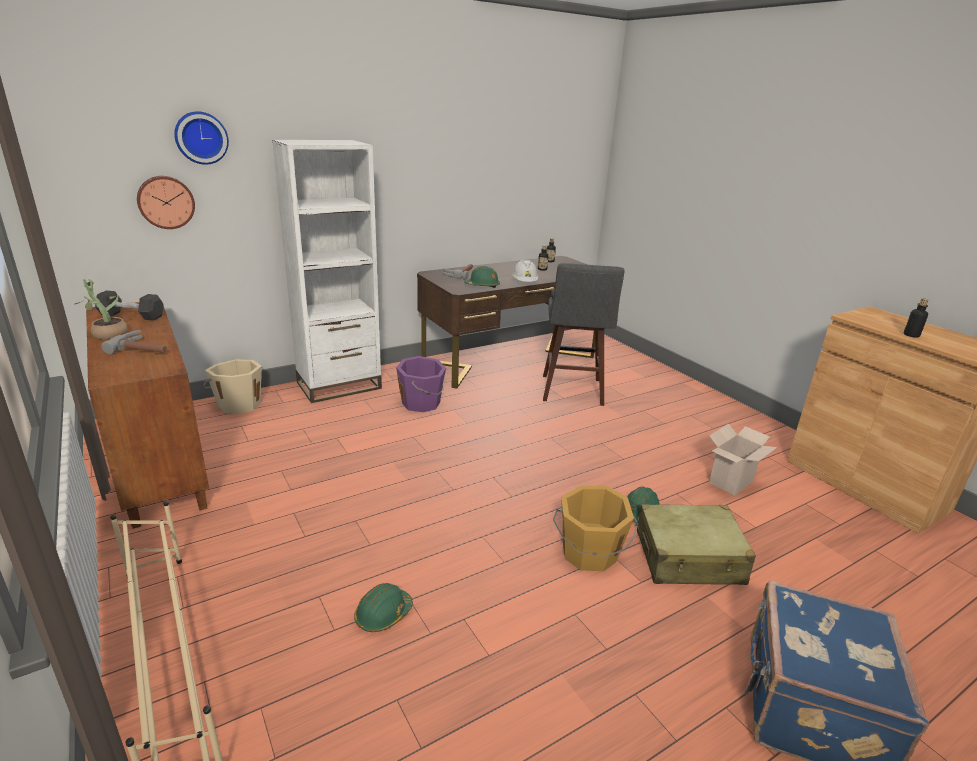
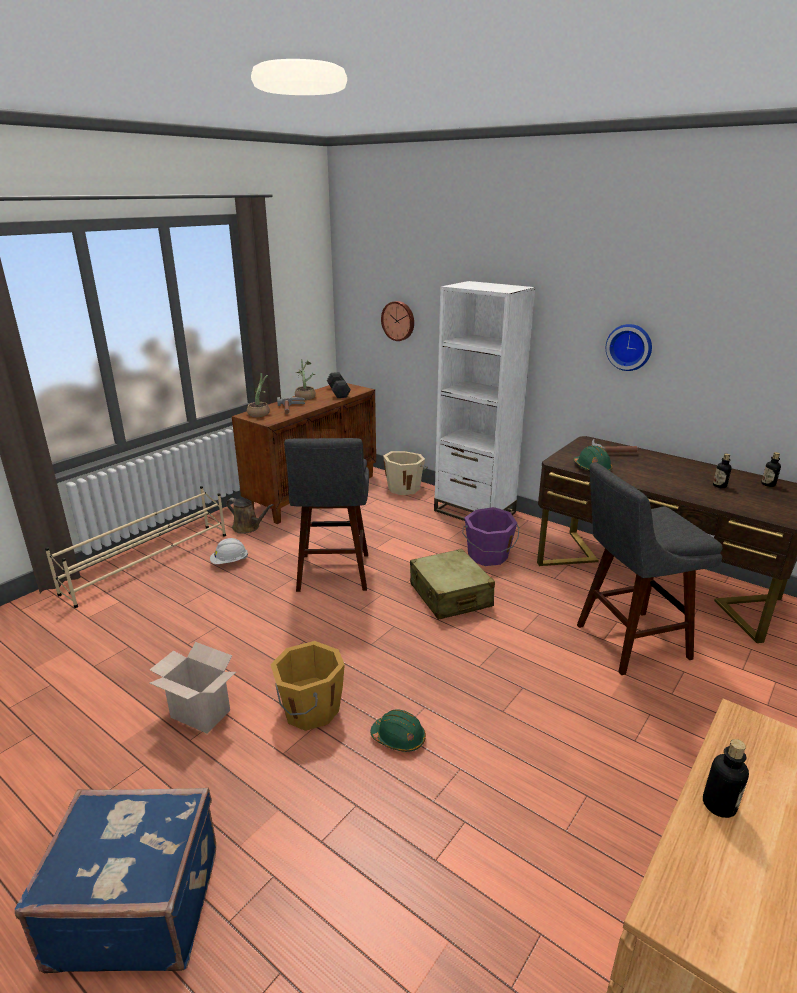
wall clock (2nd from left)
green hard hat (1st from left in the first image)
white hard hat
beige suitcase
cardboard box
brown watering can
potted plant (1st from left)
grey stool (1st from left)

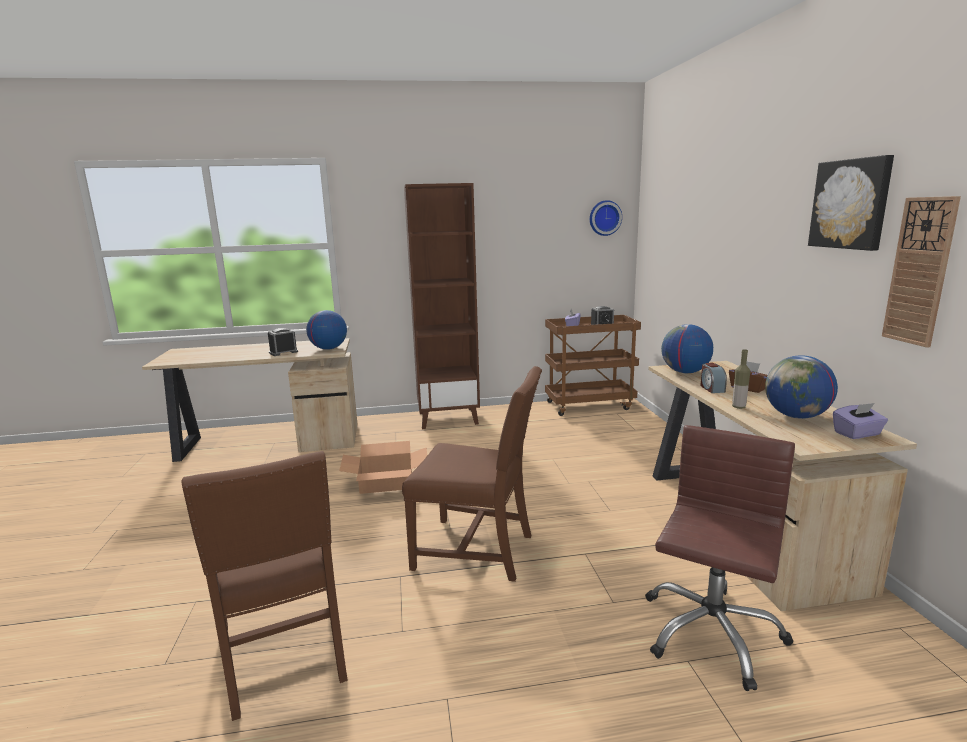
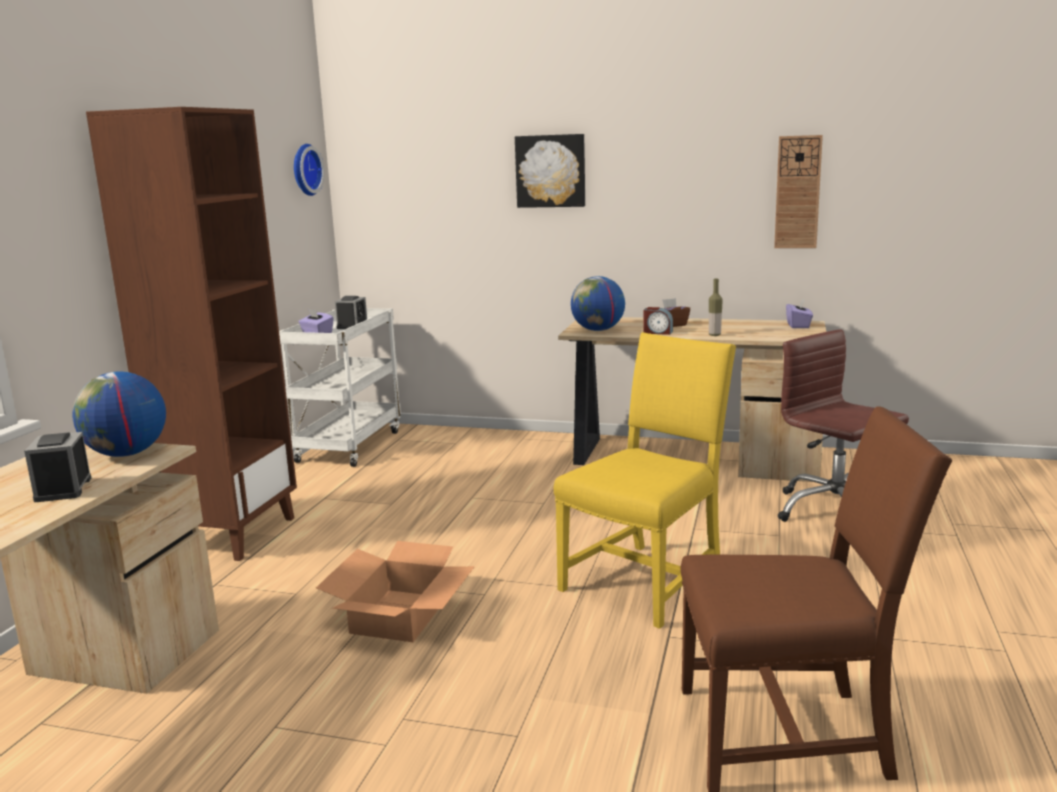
yellow chair
white cart
globe (3rd from left in the first image)
picture

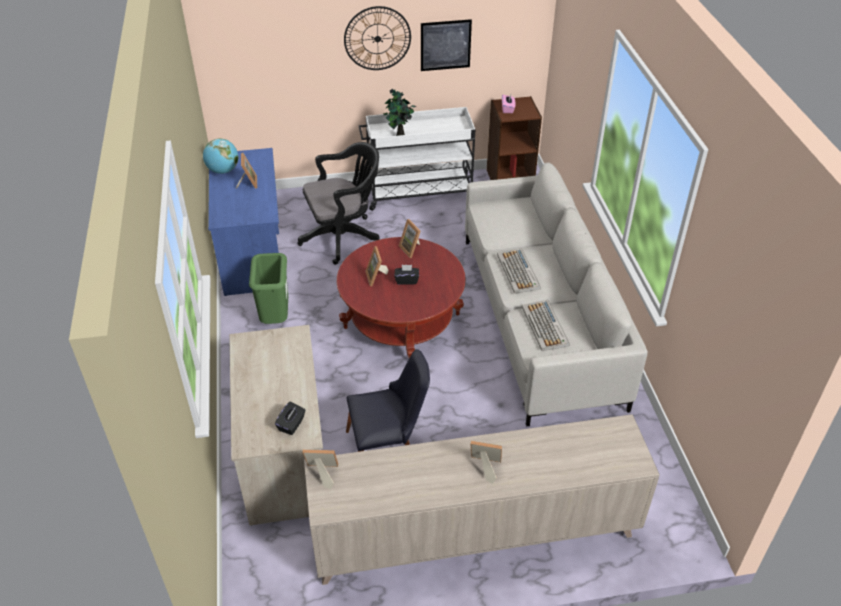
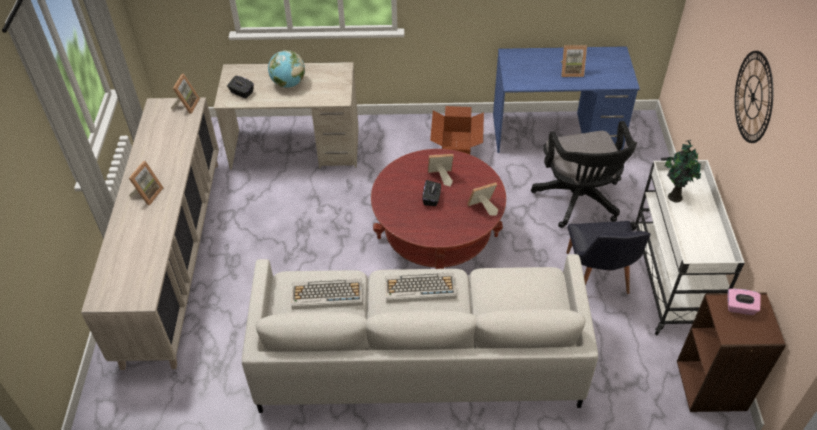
globe
cardboard box
black chair
picture

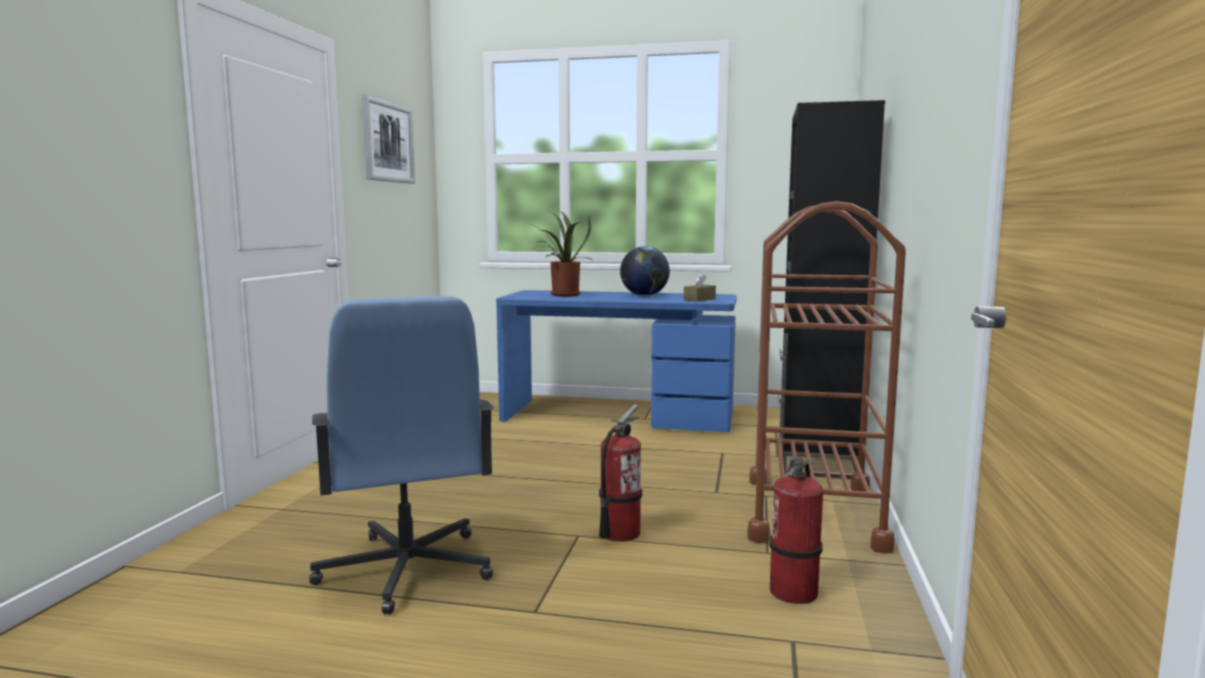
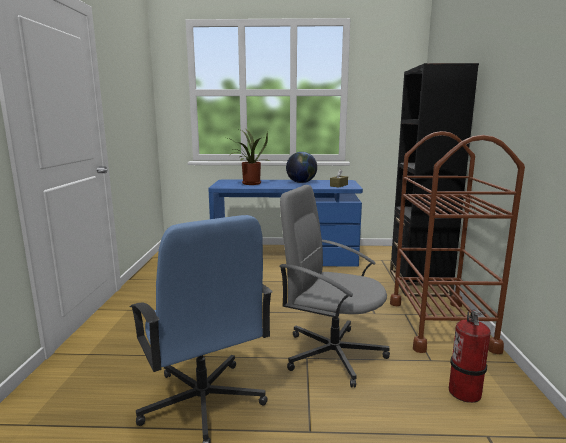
picture
grey office chair

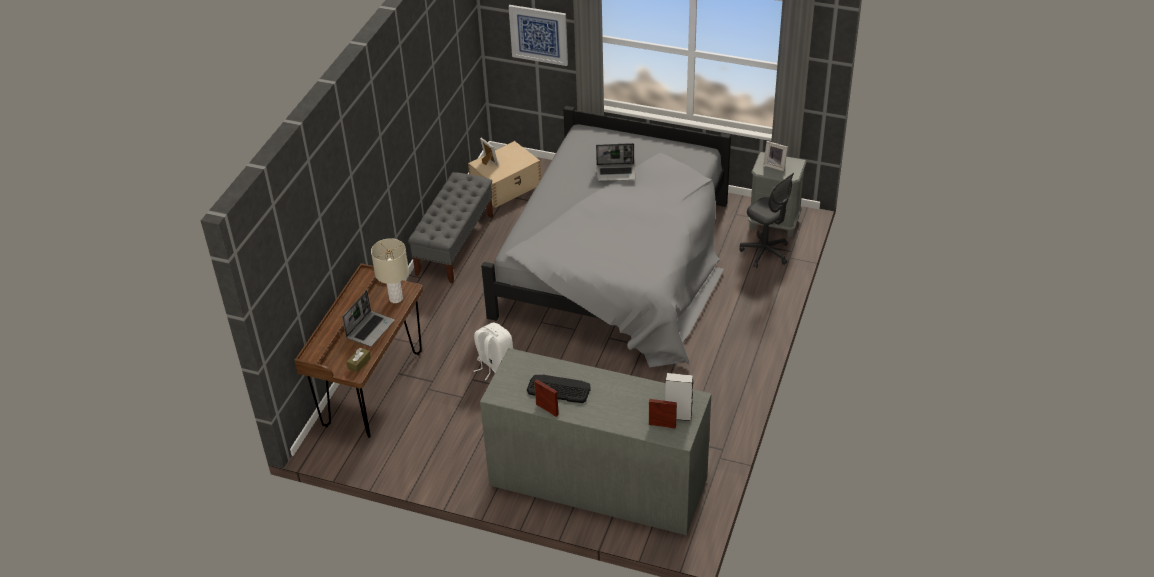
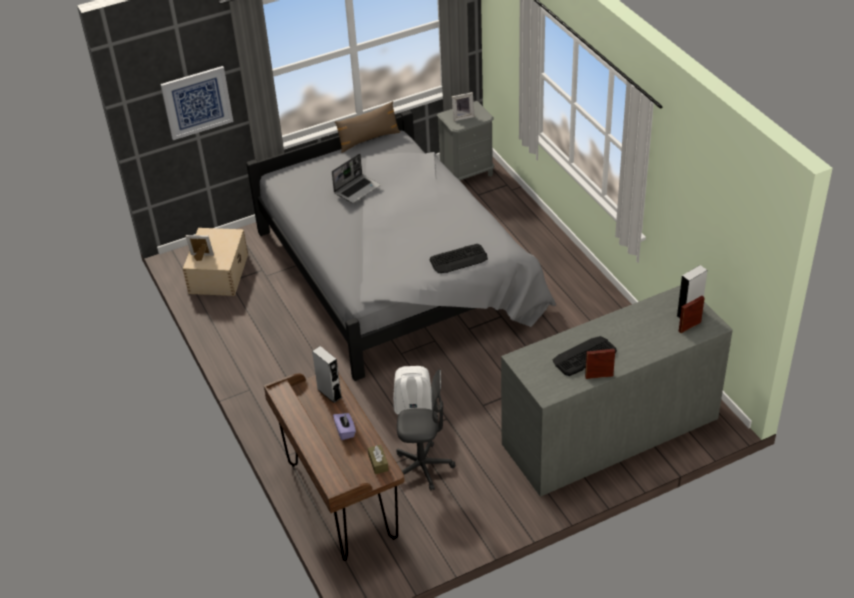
purple tissue box
grey speaker (1st from left)
grey bench
grey office chair
brown pillow
keyboard (1st from left)

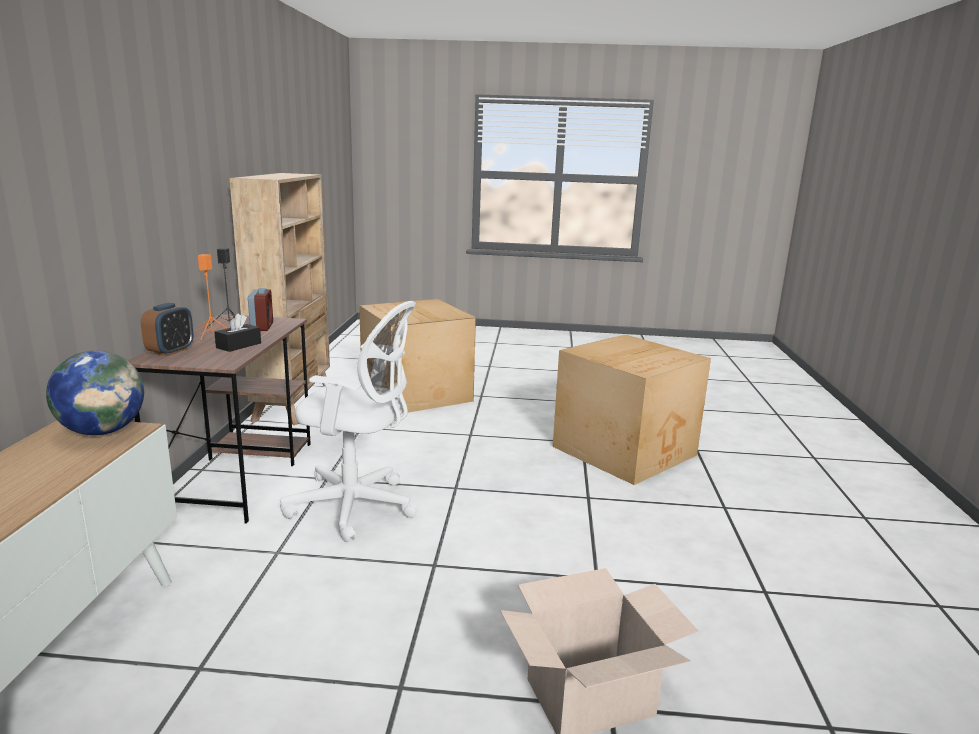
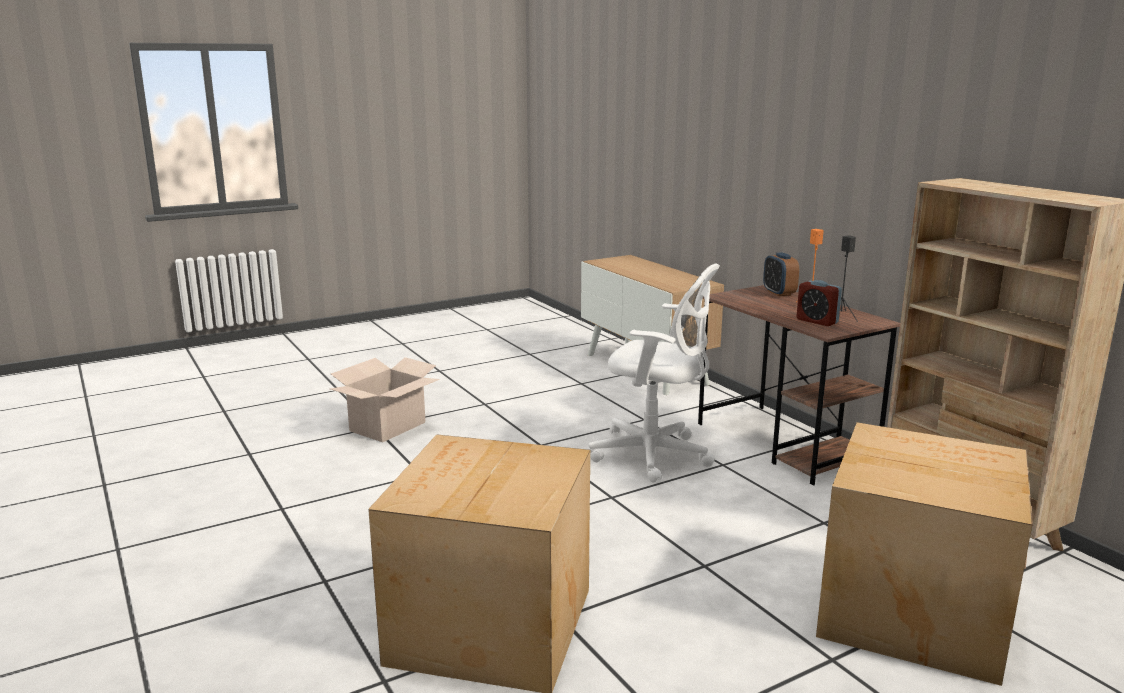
globe
black tissue box
white office chair

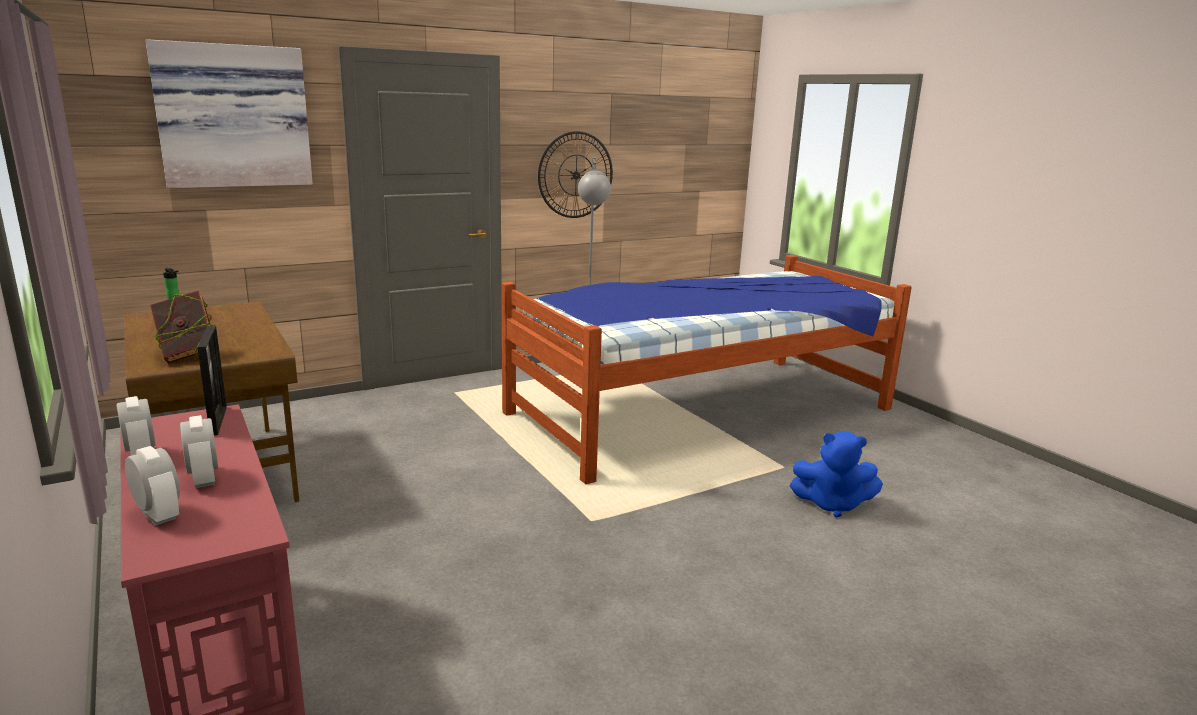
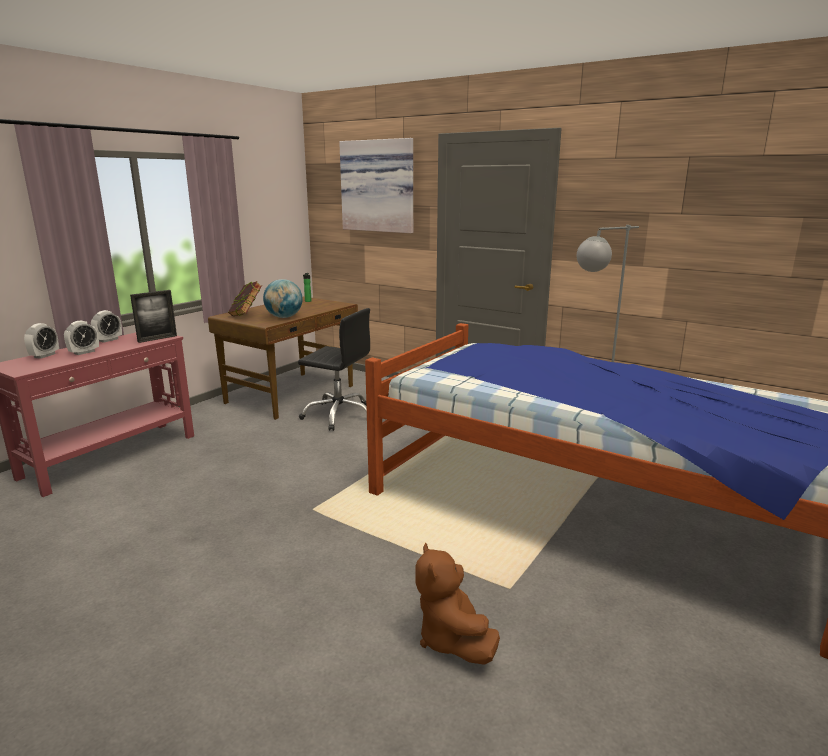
wall clock
brown plush toy
globe
black office chair

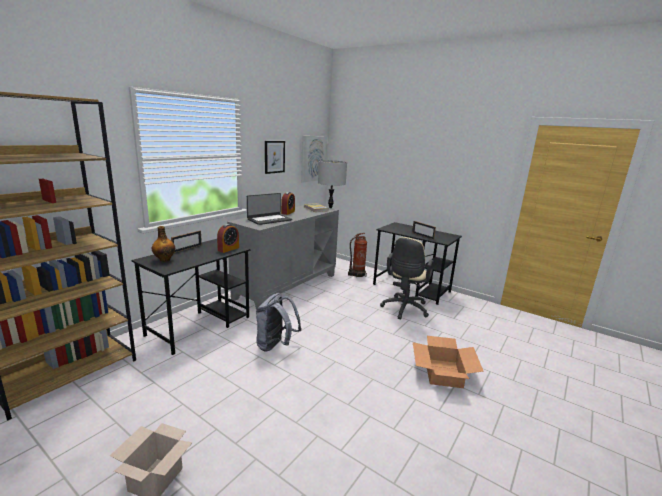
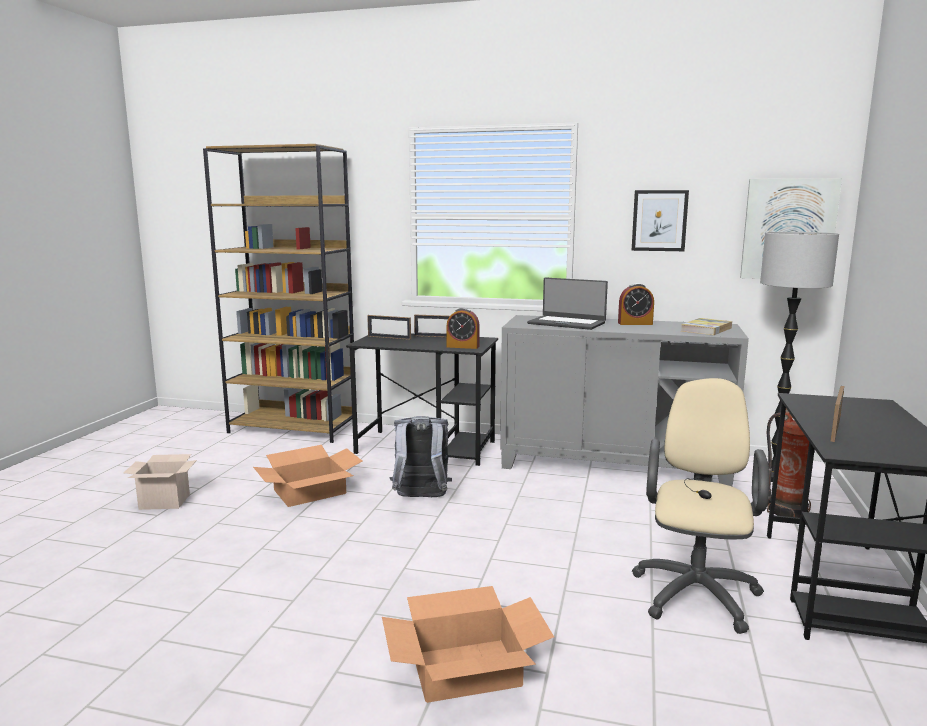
picture frame (1st from left)
beige office chair
cardboard box (2nd from left)

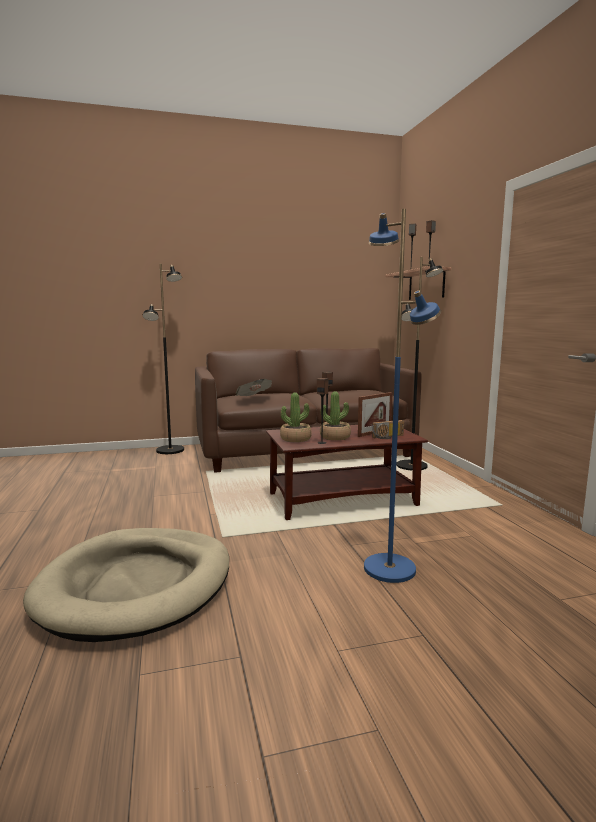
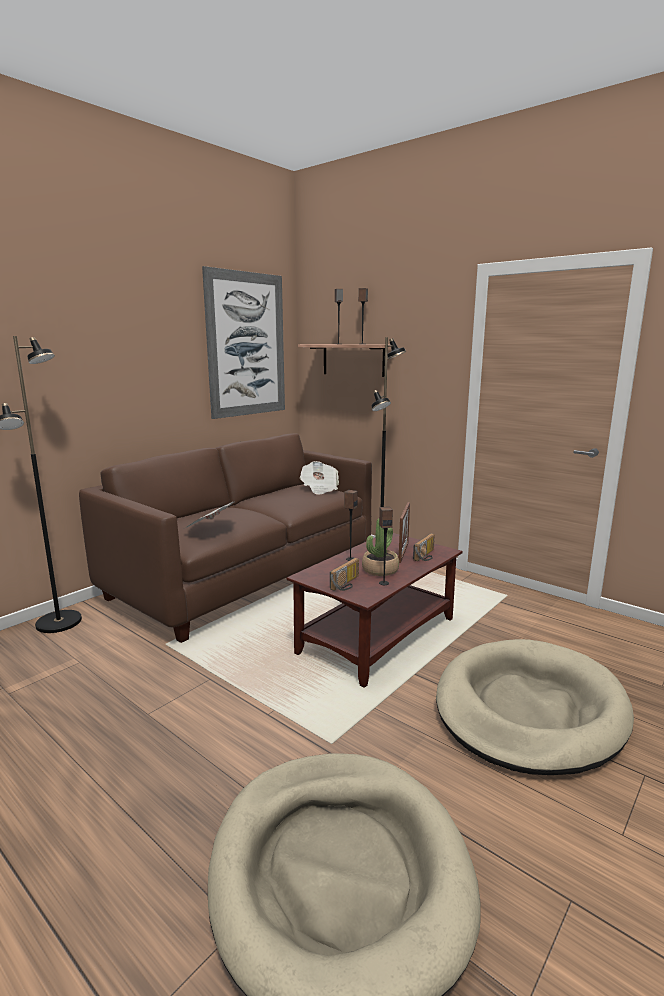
radio (1st from left)
beige dog bed (2nd from left)
picture
newspaper (2nd from left)

